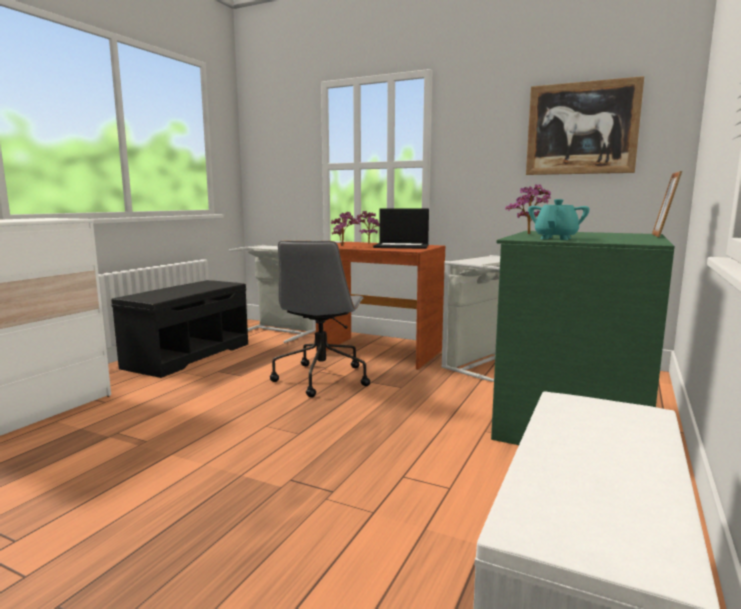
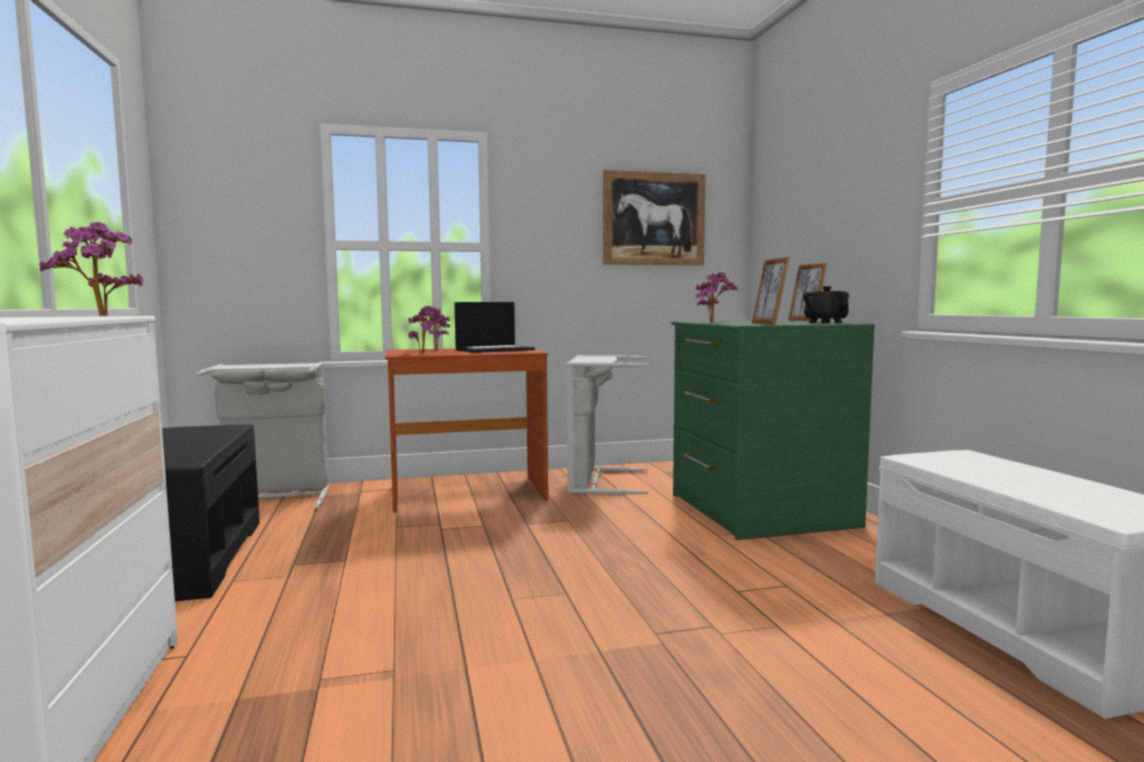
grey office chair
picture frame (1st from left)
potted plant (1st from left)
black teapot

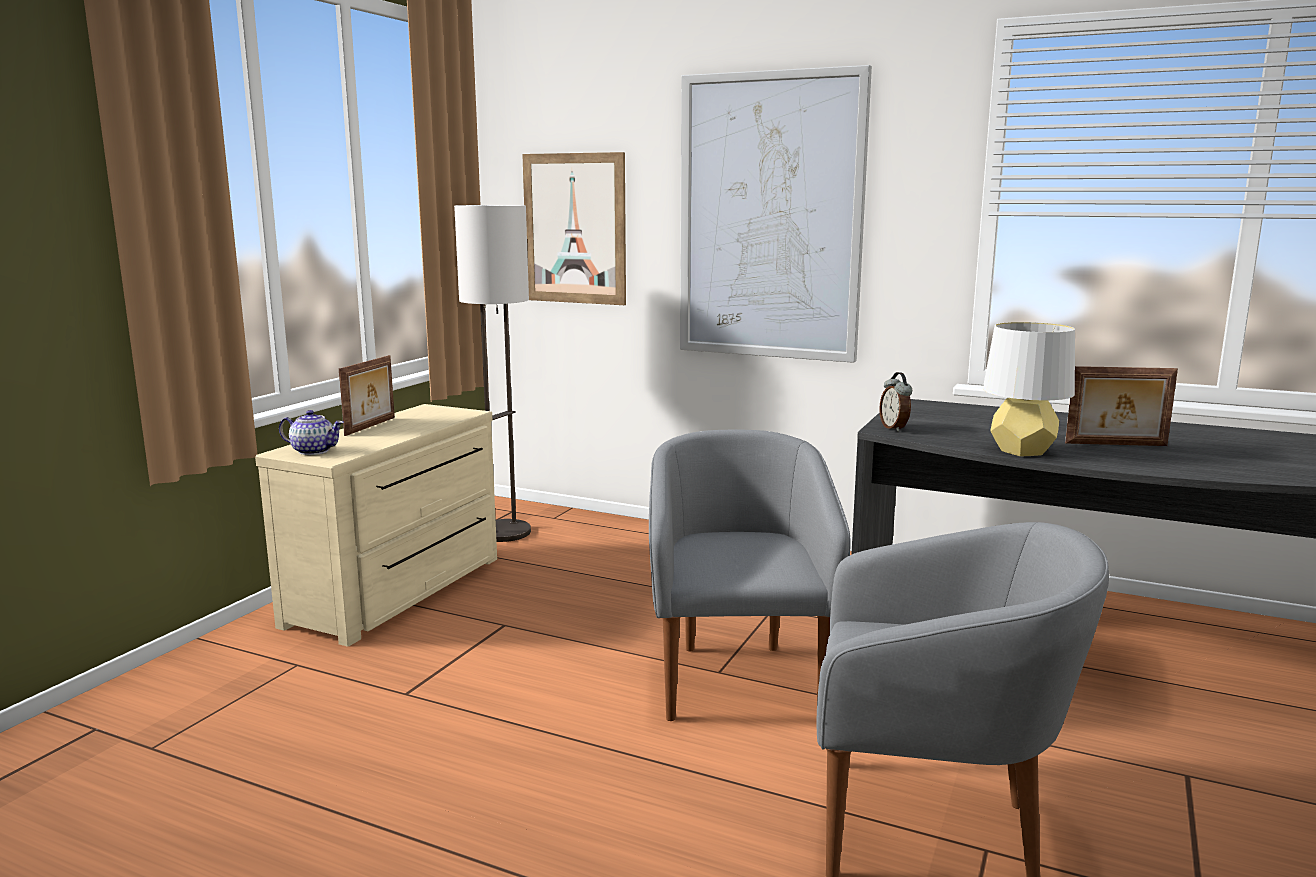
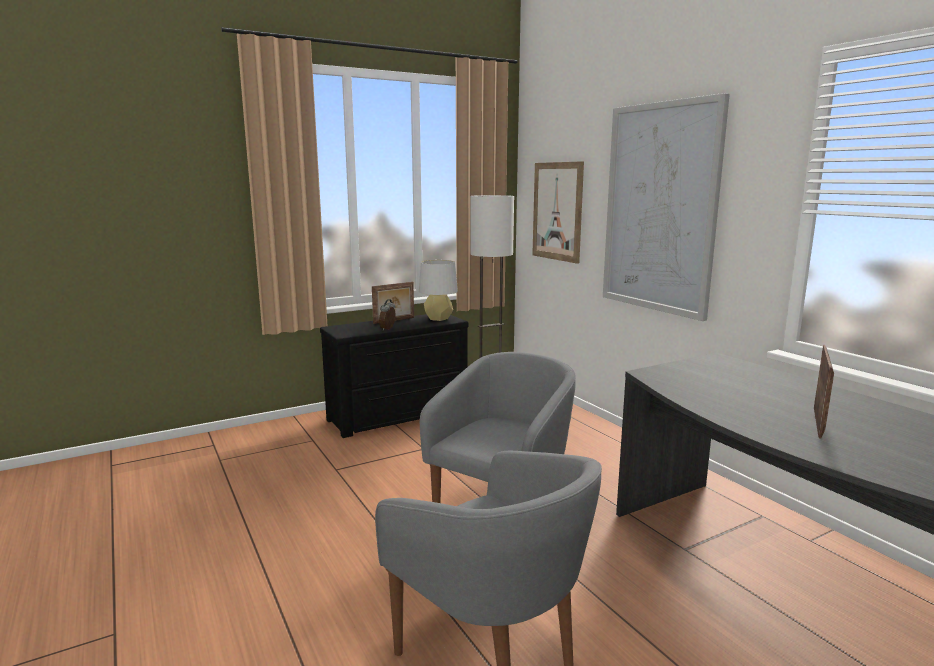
black dresser
teapot
alarm clock
grey table lamp
picture frame (2nd from left)

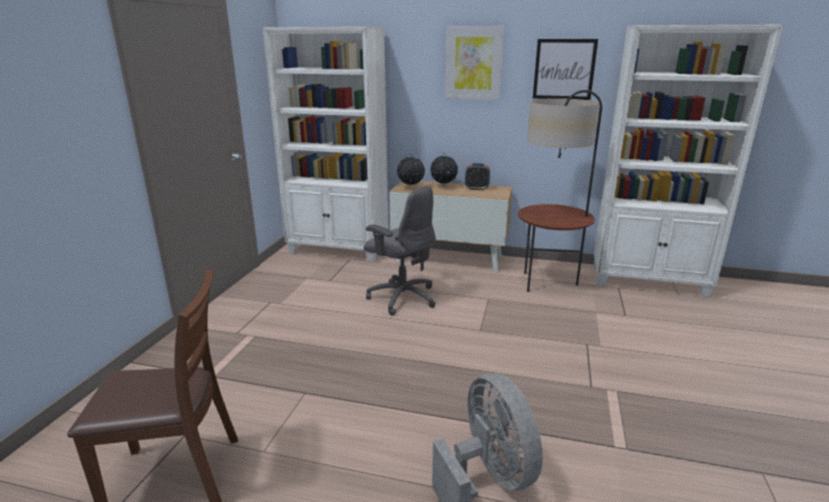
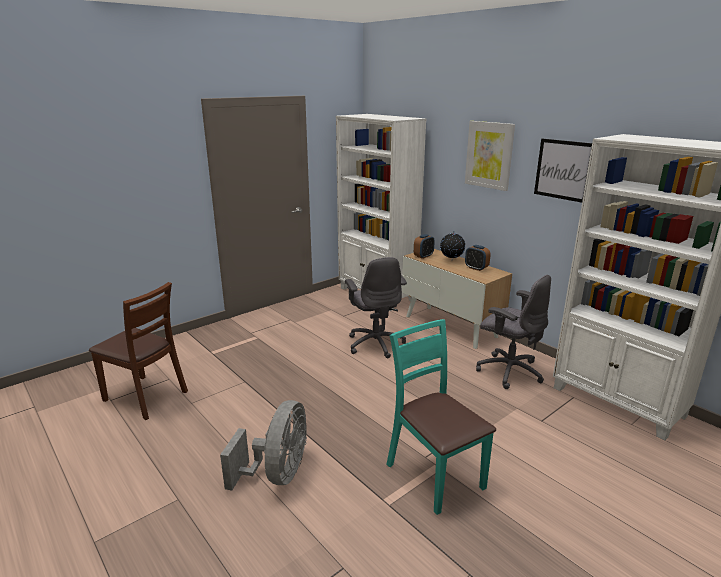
alarm clock (1st from left)
grey office chair (2nd from left)
turquoise chair

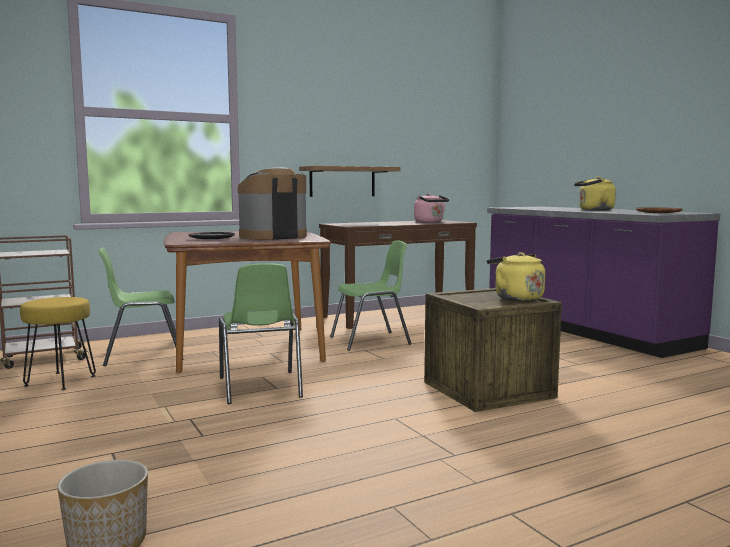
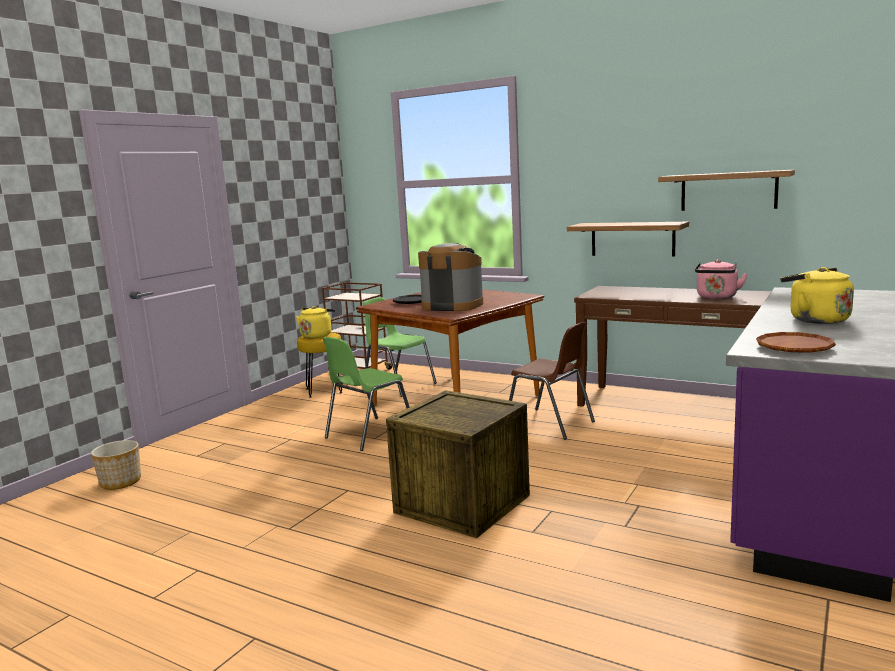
brown chair
yellow kettle (1st from left)
shelf (2nd from left)

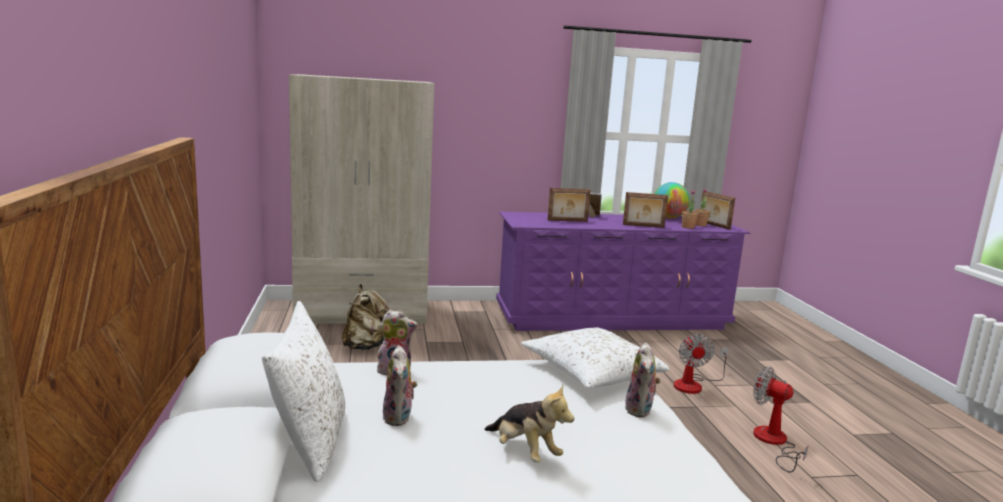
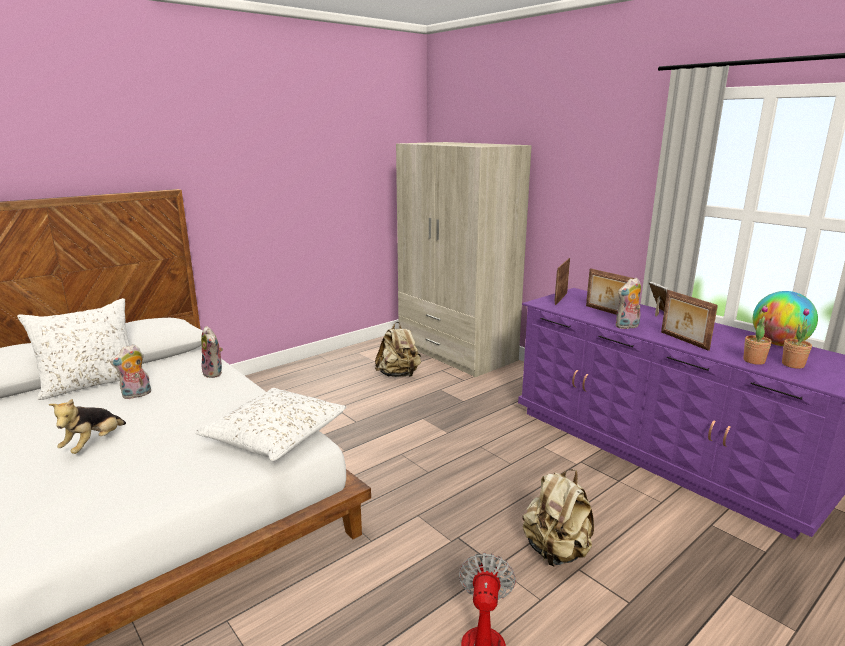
plush toy (4th from left)
beige backpack (2nd from left)
picture frame (1st from left)

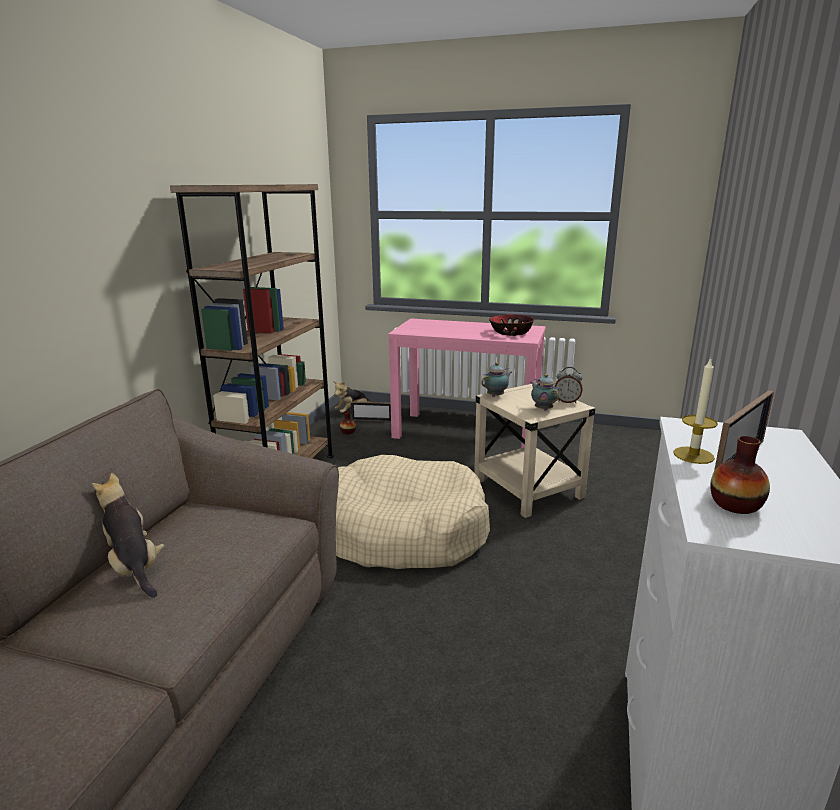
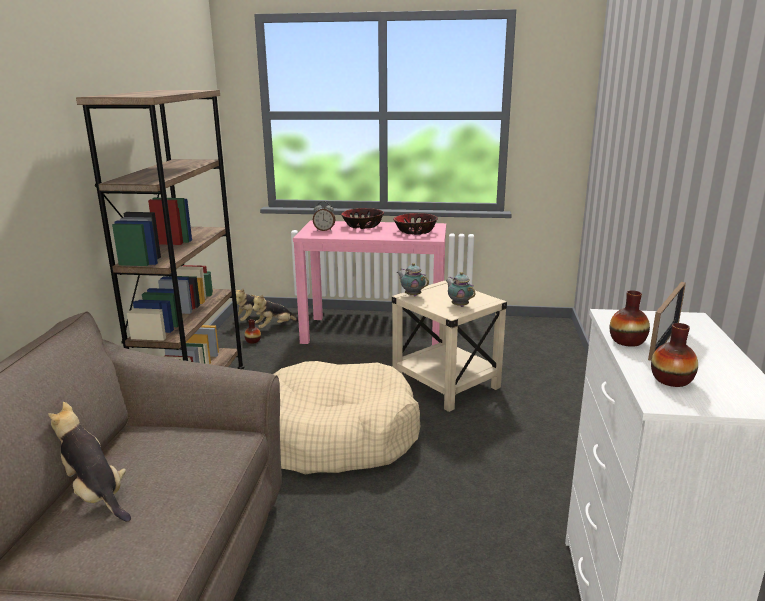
plush toy (3rd from left)
teapot (1st from left)
alarm clock
vase (2nd from left)
bowl (1st from left)

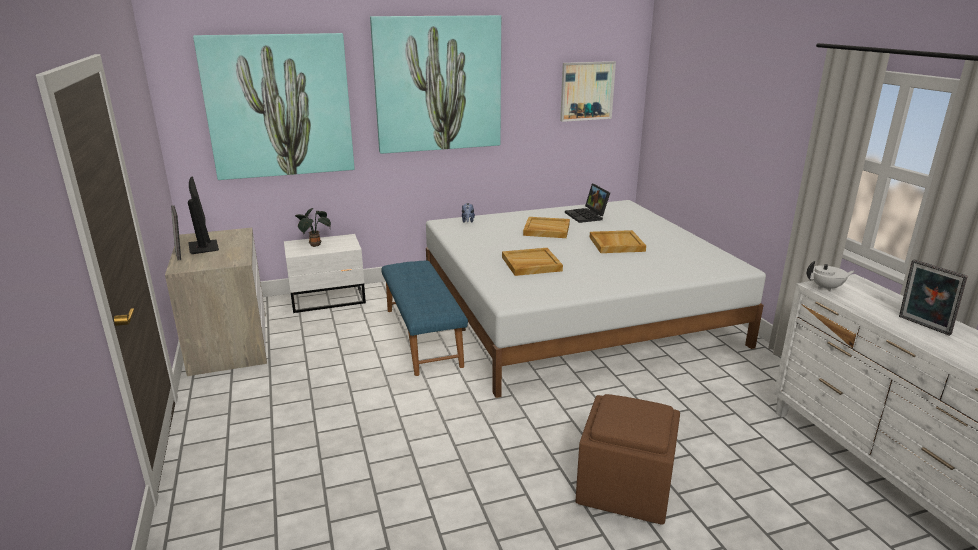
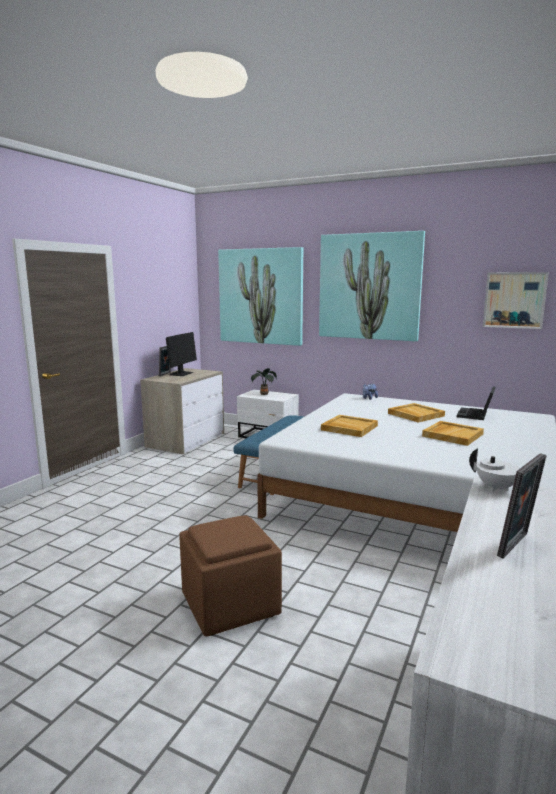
picture frame (2nd from left)

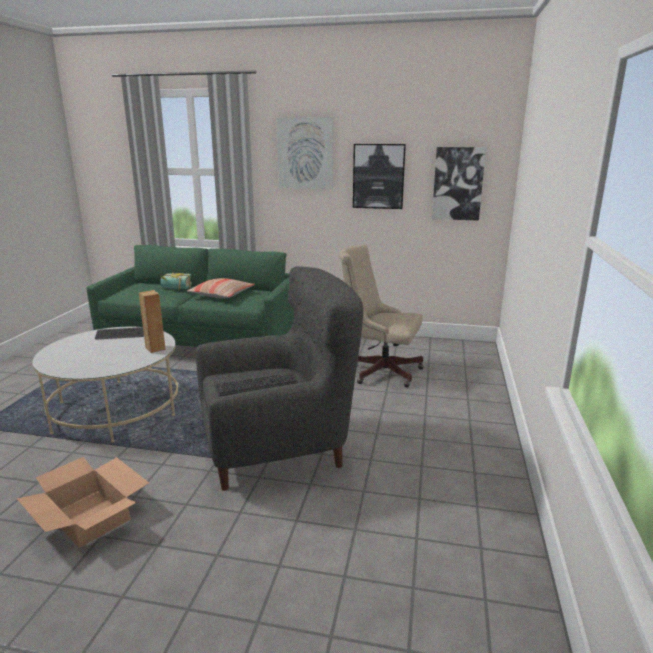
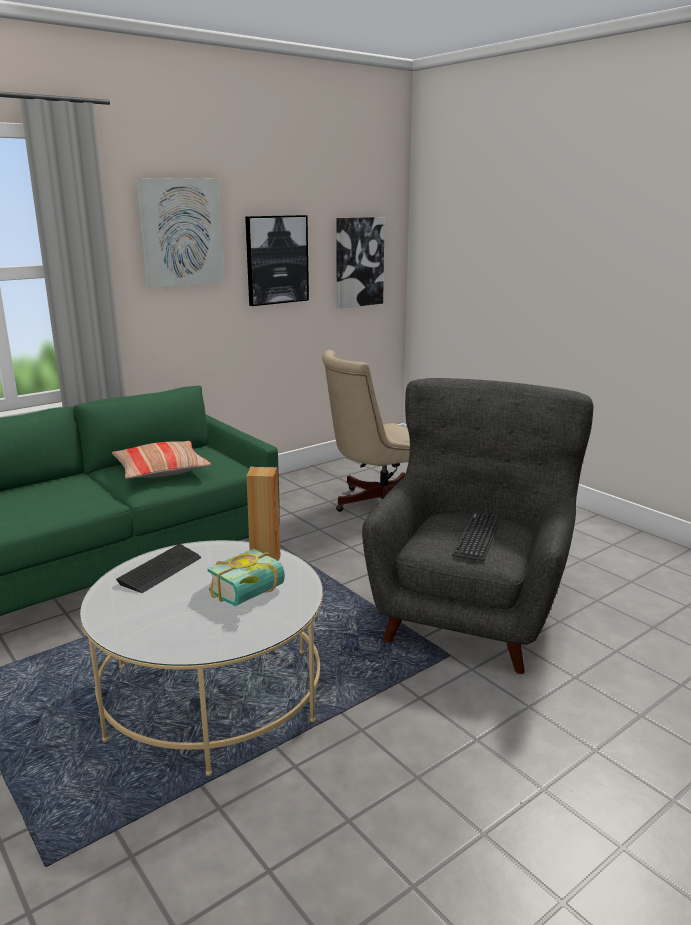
cardboard box
book

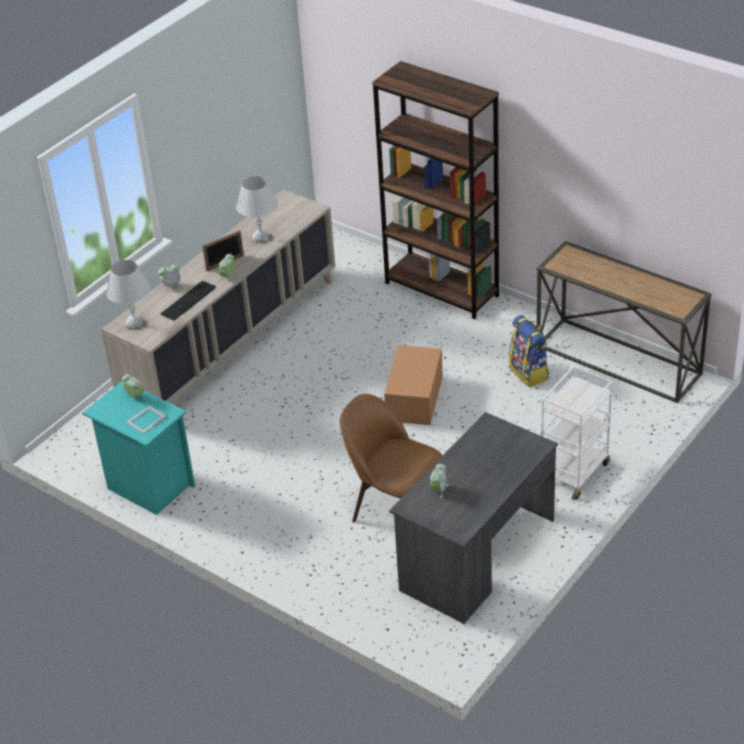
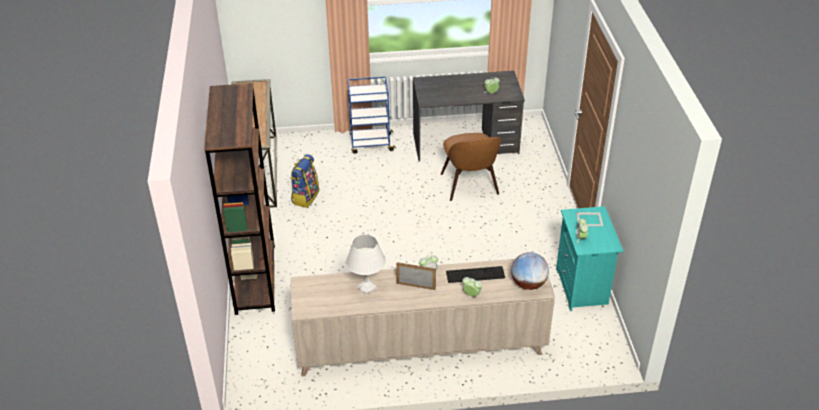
globe
cardboard box
blue cart

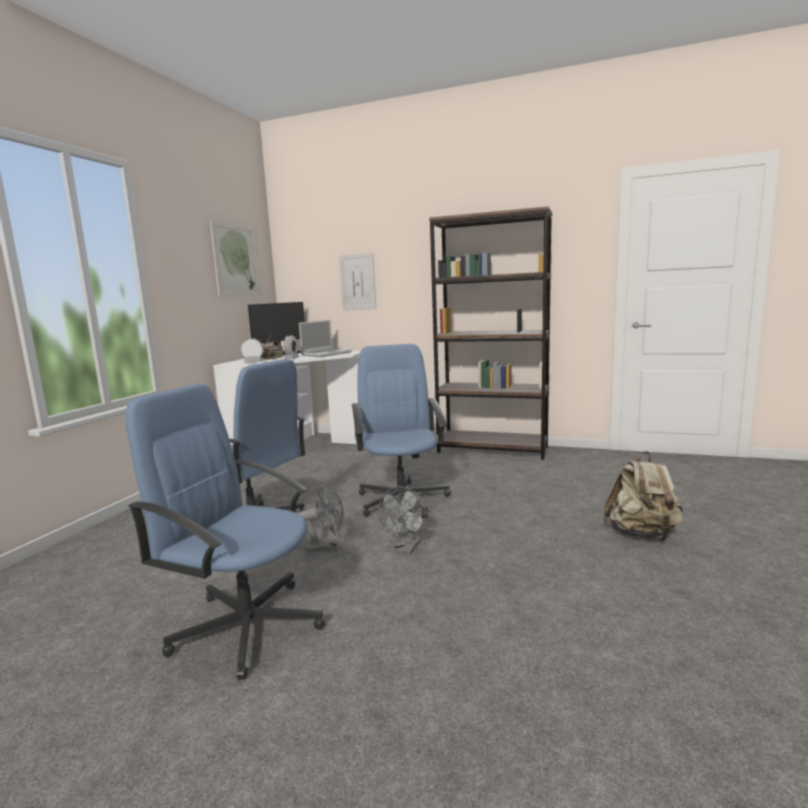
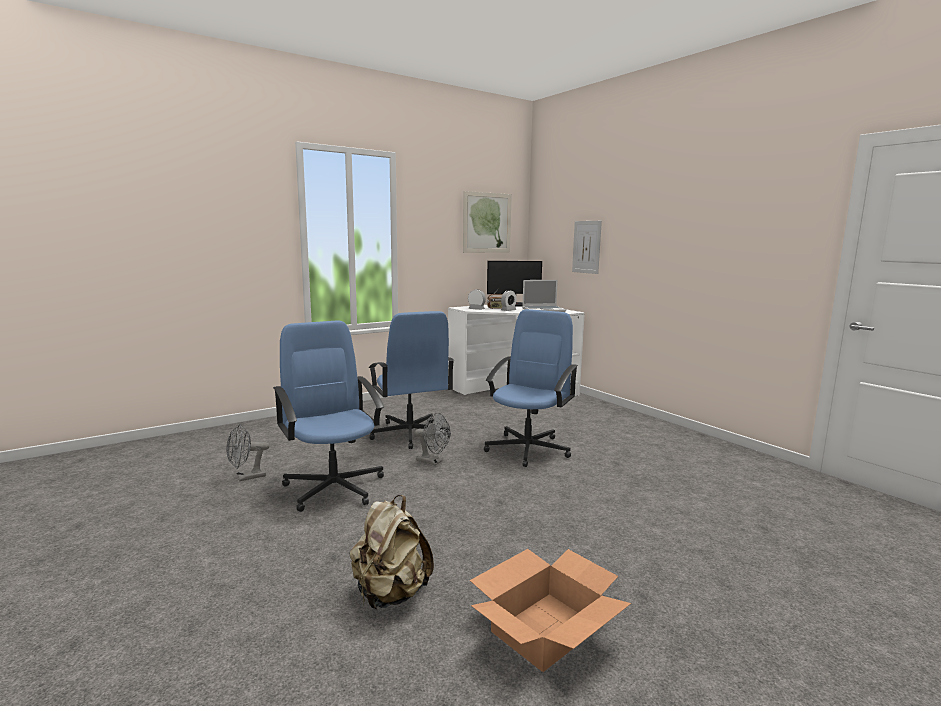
grey fan (1st from left)
brown bookcase
beige backpack
cardboard box

